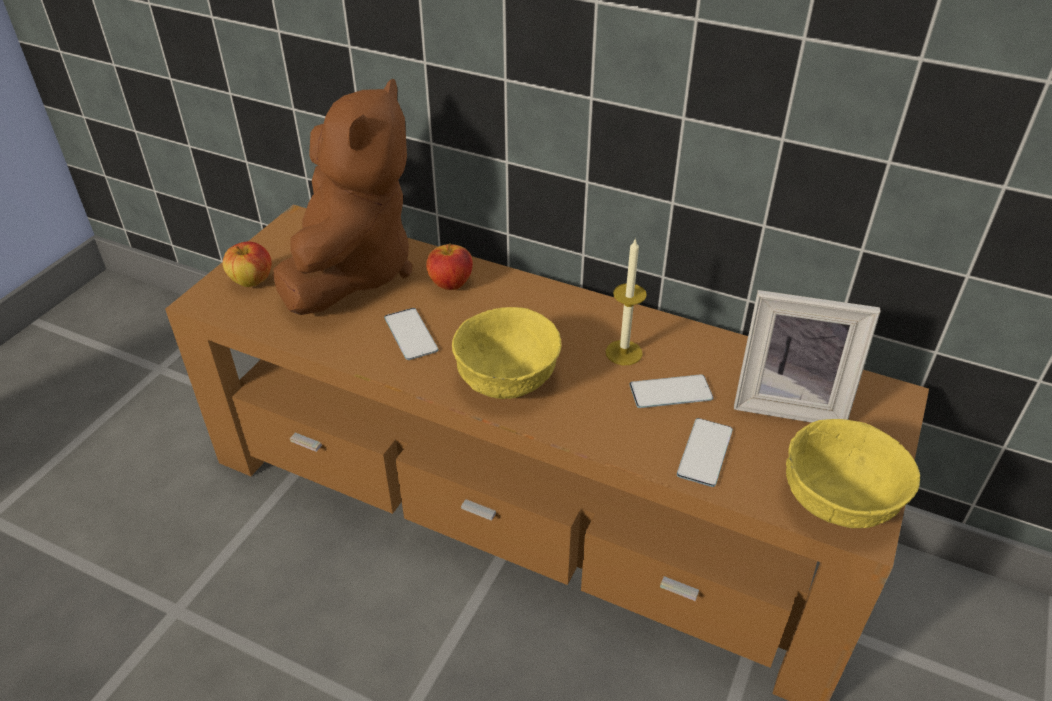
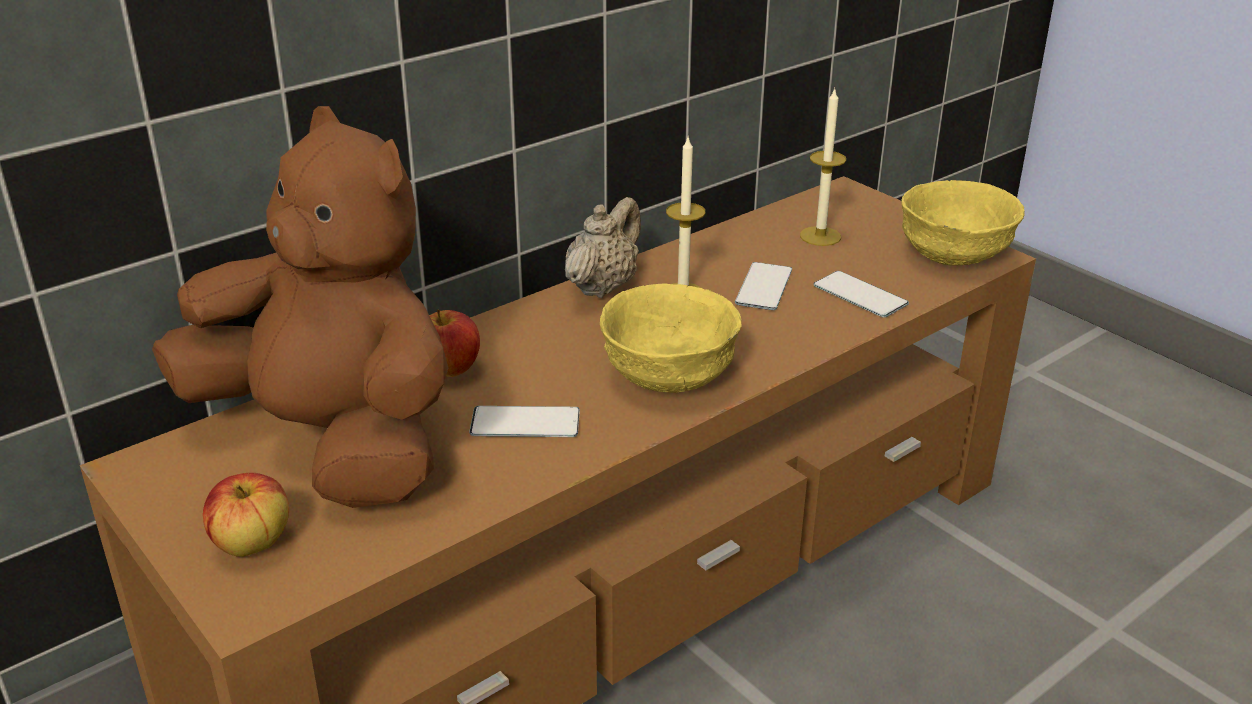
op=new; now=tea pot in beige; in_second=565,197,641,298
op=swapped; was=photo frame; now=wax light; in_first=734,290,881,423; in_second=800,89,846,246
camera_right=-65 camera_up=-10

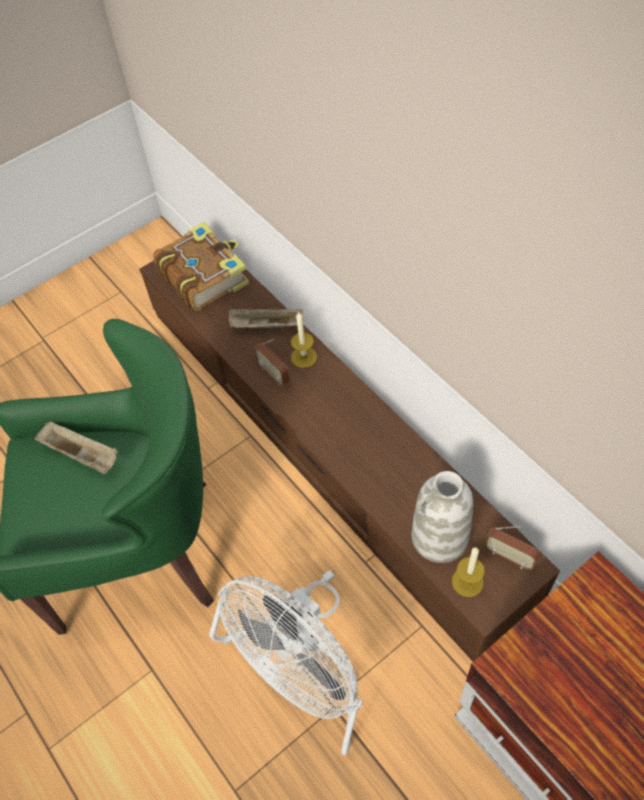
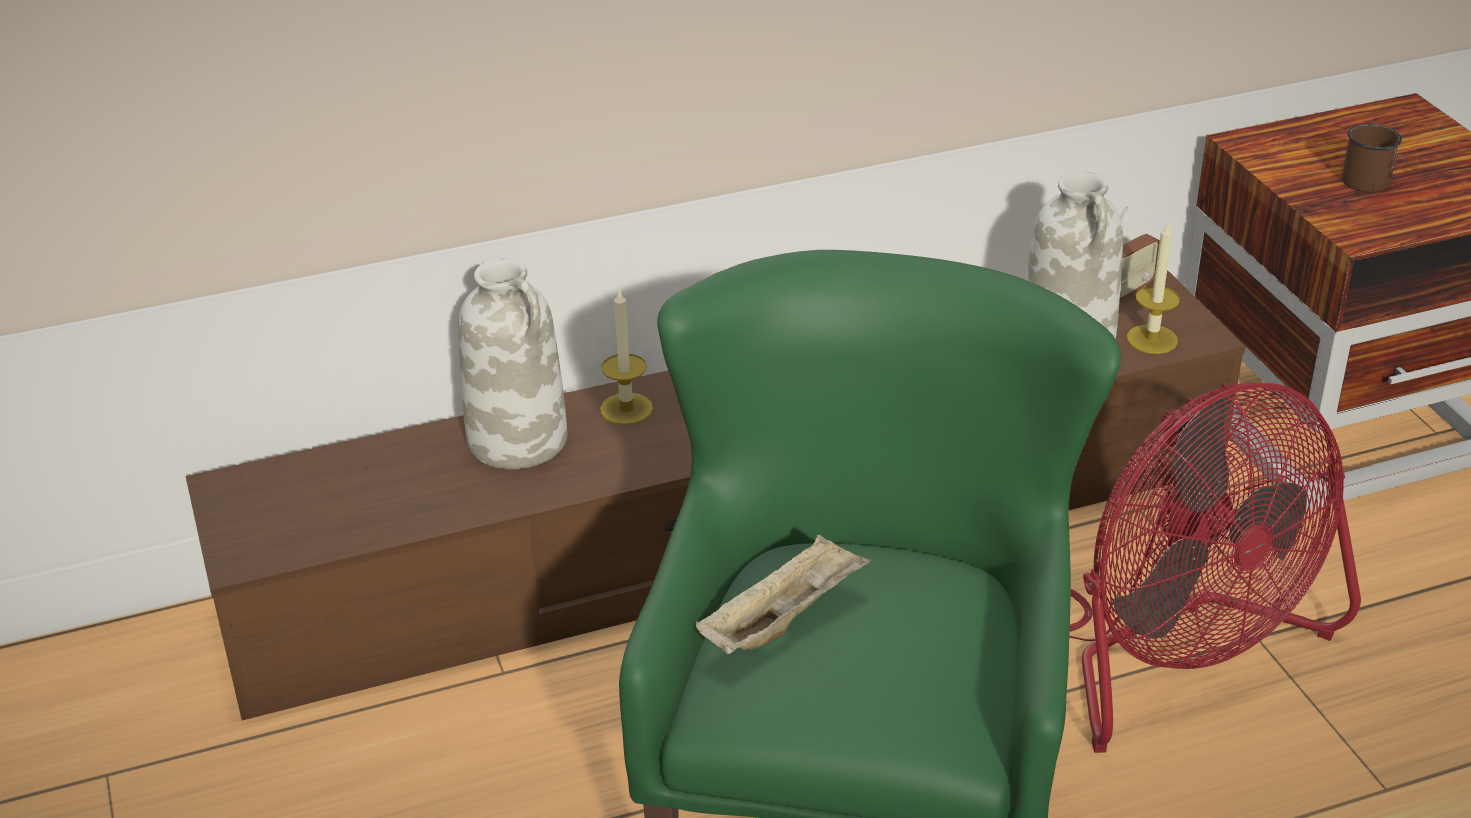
op=swapped; was=tray in beige; now=decorative vase in whitish; in_first=229,308,303,330; in_second=458,258,568,469
op=repainted; was=electric fan in whitish; now=electric fan in red-coloured; in_first=209,570,363,755; in_second=1069,383,1361,753
op=new; now=coffee mug in brownish; in_second=1342,124,1402,192
op=gone; was=book; in_first=153,222,249,311
op=gone; was=radio; in_first=254,339,290,386
camera_right=-75 camera_up=-20

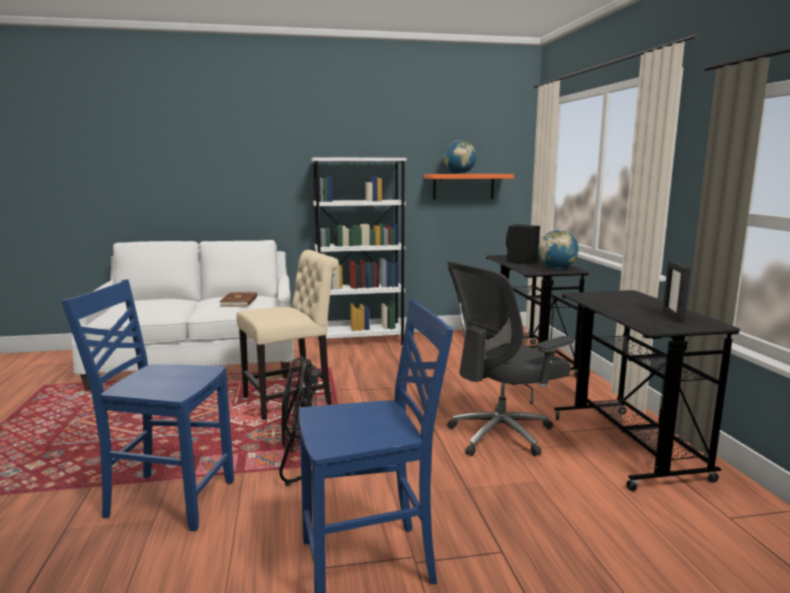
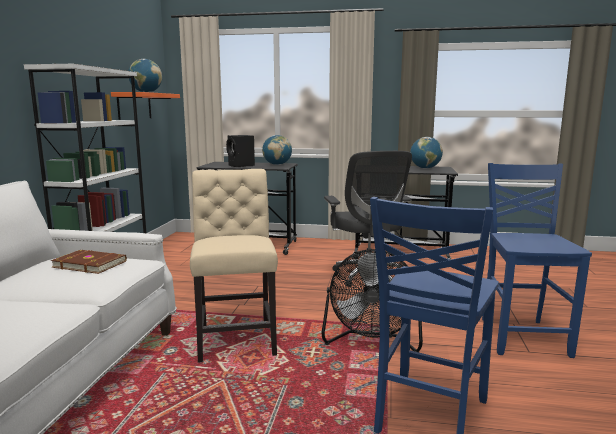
op=swapped; was=photo frame; now=desk globe; in_first=662,261,690,323; in_second=410,137,443,169
camera_right=-70 camera_up=0

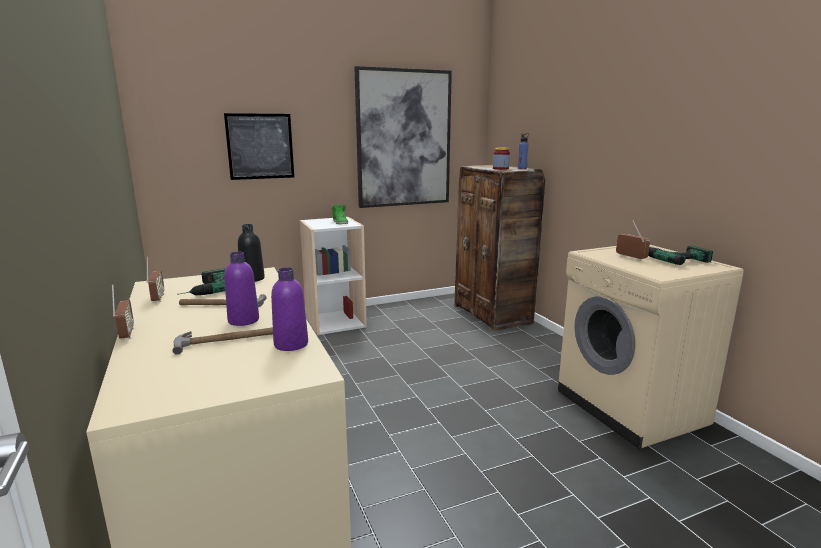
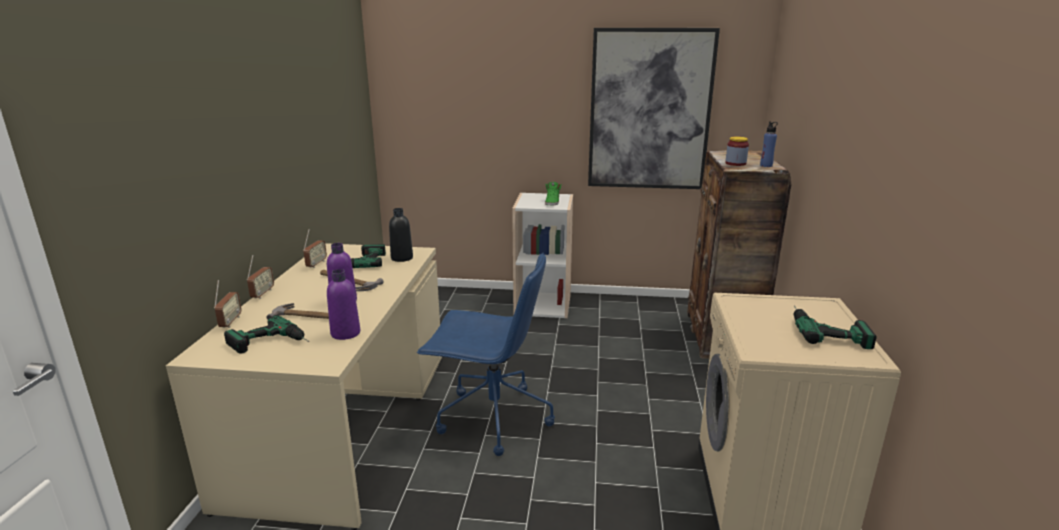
op=shifted; was=radio; in_first=616,220,650,261; in_second=214,280,241,328
op=new; now=power drill; in_second=224,315,309,354
op=new; now=office chair in bluish; in_second=417,252,555,456
op=gone; was=picture; in_first=224,113,294,180
camera_right=30 camera_up=5

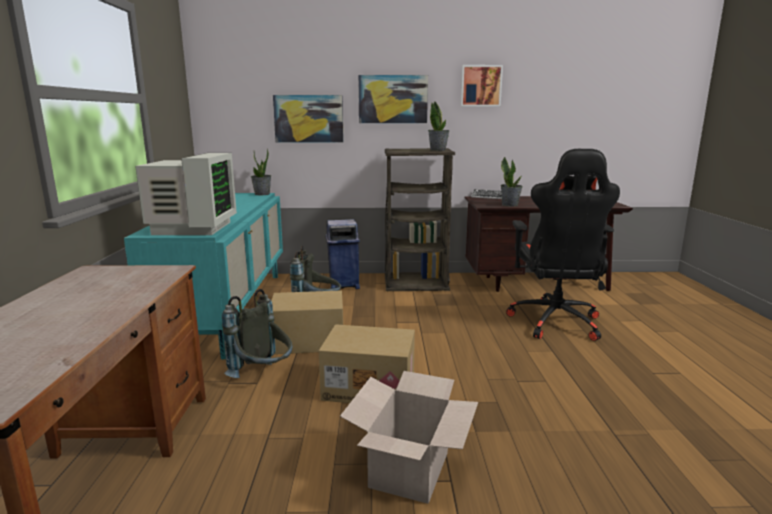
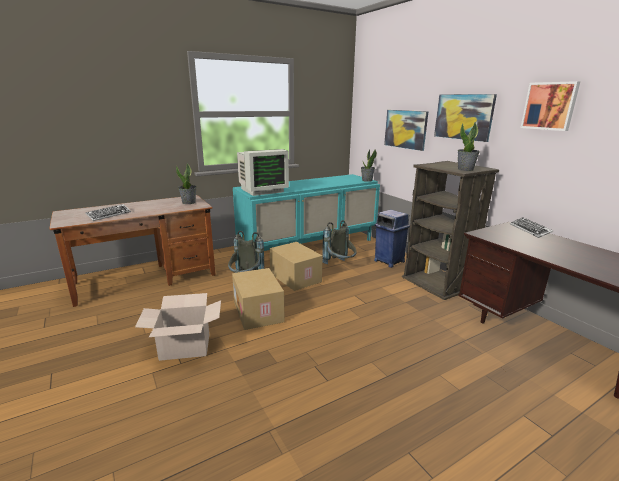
op=new; now=keyboard; in_second=85,204,131,221
op=shifted; was=houseplant; in_first=501,157,523,206; in_second=176,162,197,204
op=gone; was=office chair in black-coloured; in_first=506,149,620,341
camera_right=60 camera_up=5

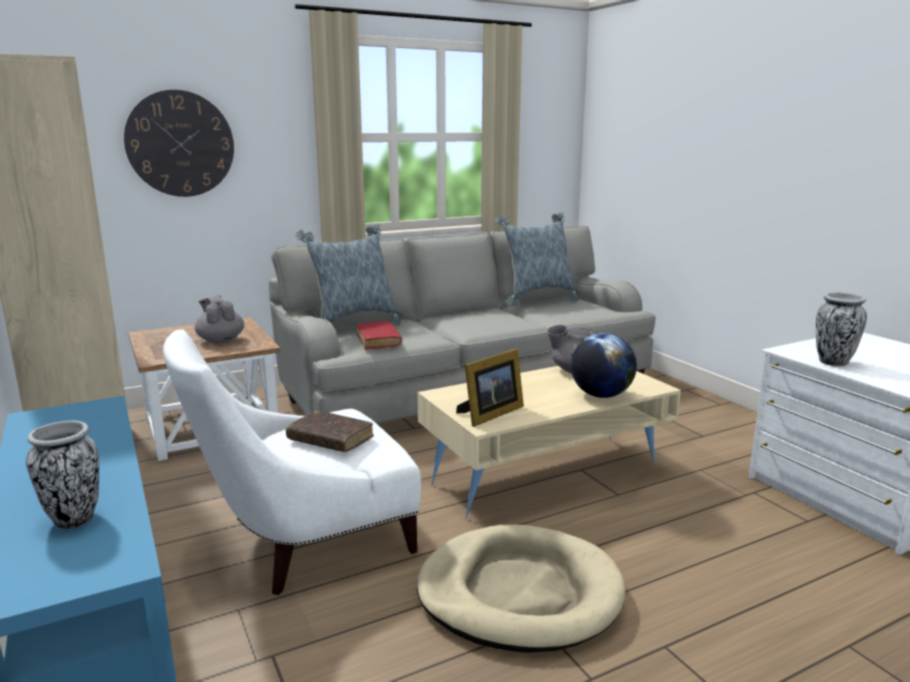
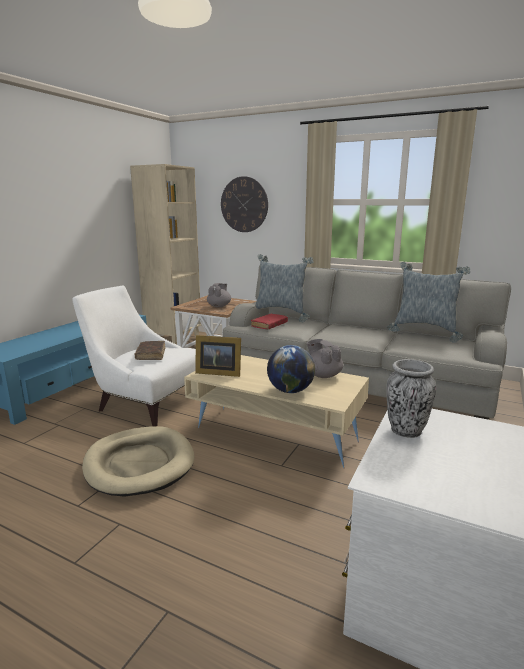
op=gone; was=decorative vase; in_first=26,421,99,529
camera_right=55 camera_up=0

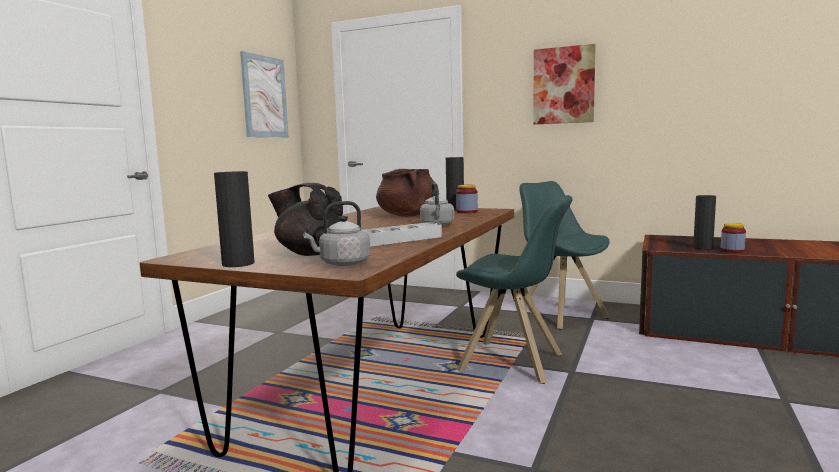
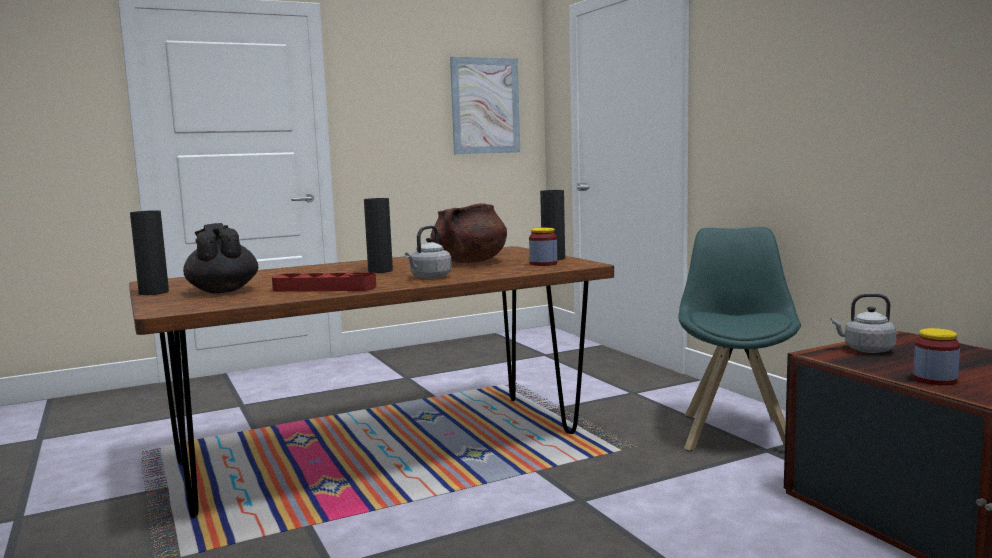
op=repainted; was=tray in greyish; now=tray in red-coloured; in_first=361,222,442,247; in_second=272,273,376,292
op=shifted; was=decorative vase in black-coloured; in_first=693,195,716,250; in_second=364,198,393,273
op=shifted; was=water kettle in greyish; in_first=303,201,370,266; in_second=830,293,897,353
op=gone; was=plain chair in turquoise; in_first=456,195,572,384
op=gone; was=picture; in_first=533,44,596,125
camera_right=40 camera_up=0

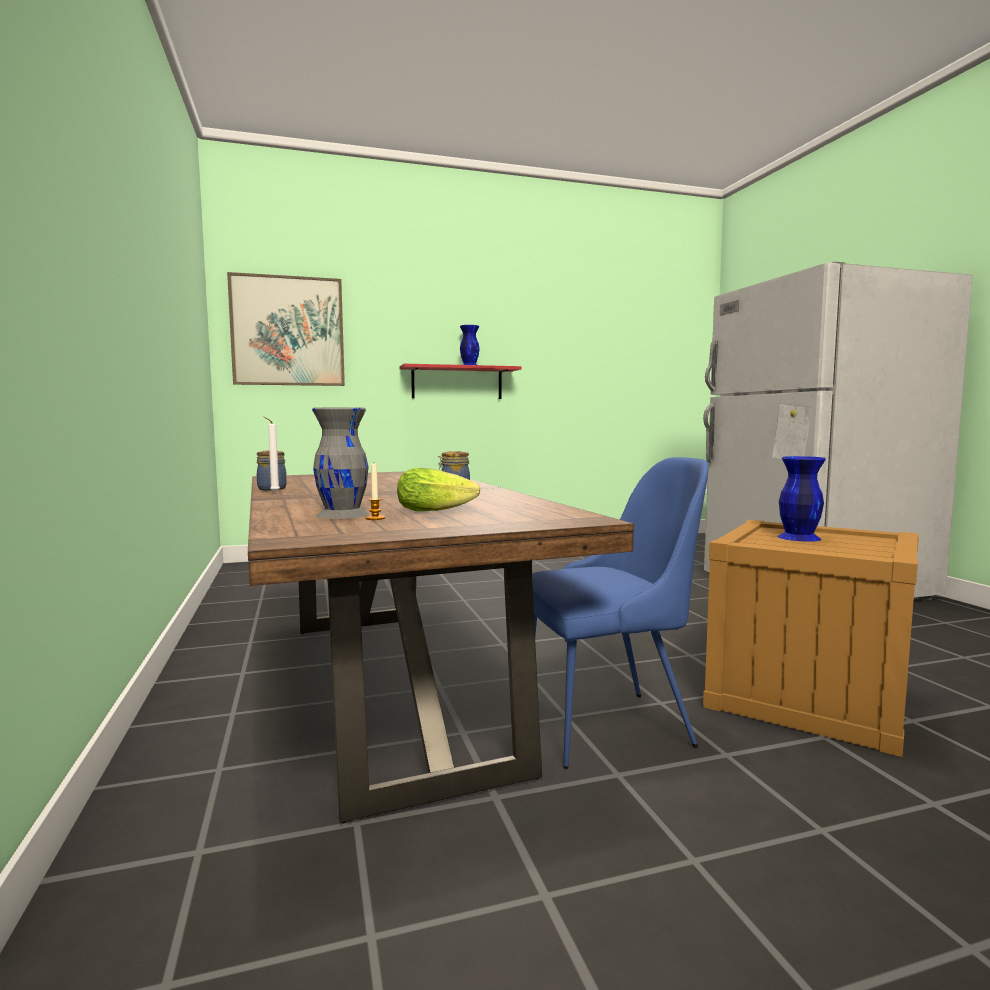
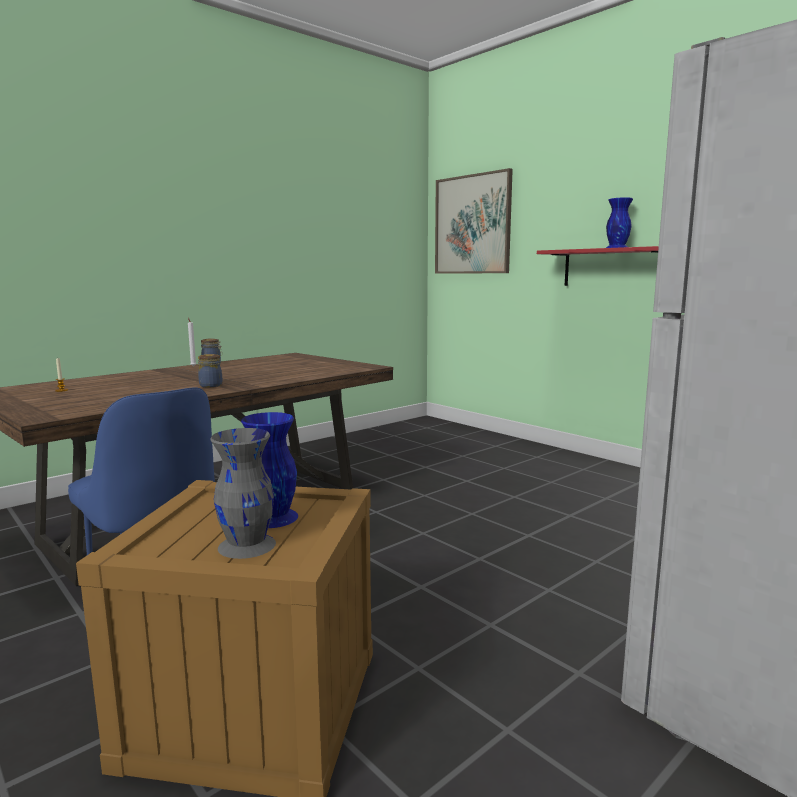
op=shifted; was=decorative vase in greyish; in_first=312,407,369,519; in_second=210,428,276,559
op=gone; was=head of lettuce; in_first=397,468,480,511
camera_right=65 camera_up=5

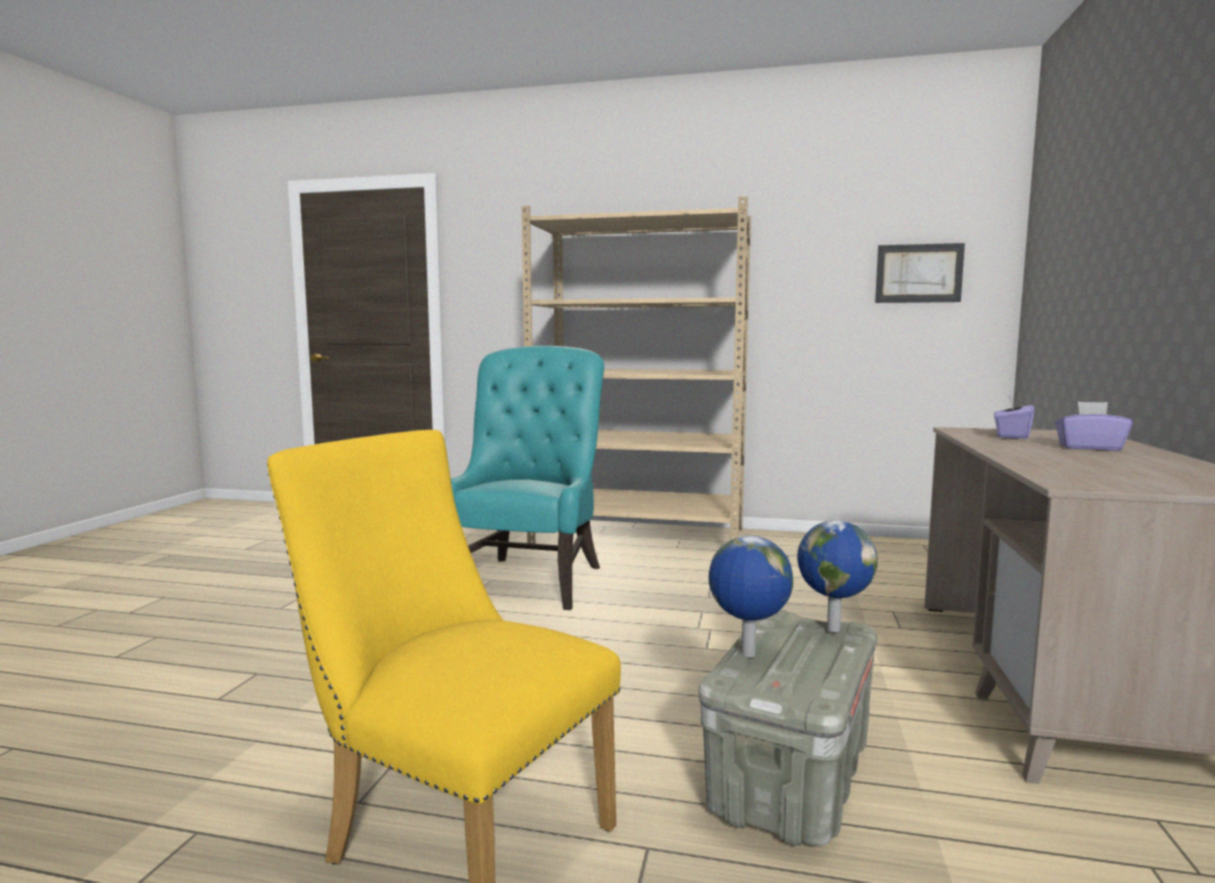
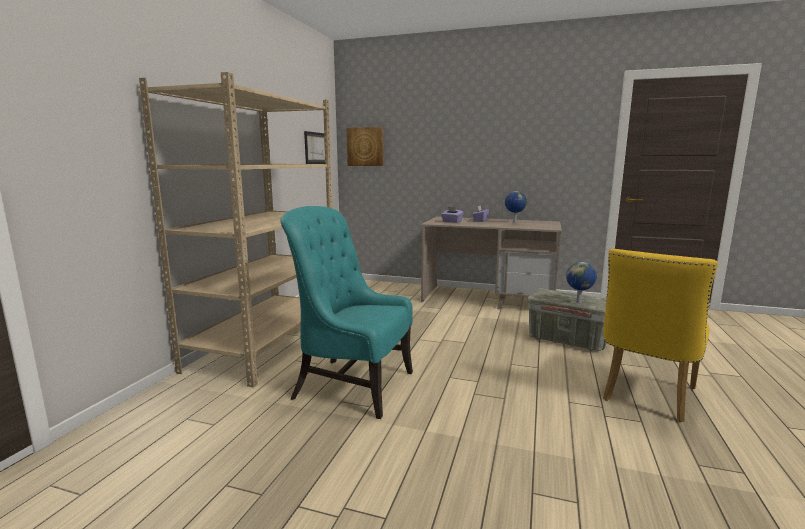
op=new; now=picture; in_second=347,127,383,166
op=shifted; was=desk globe; in_first=797,520,878,632; in_second=505,191,527,223
camera_right=-85 camera_up=5

